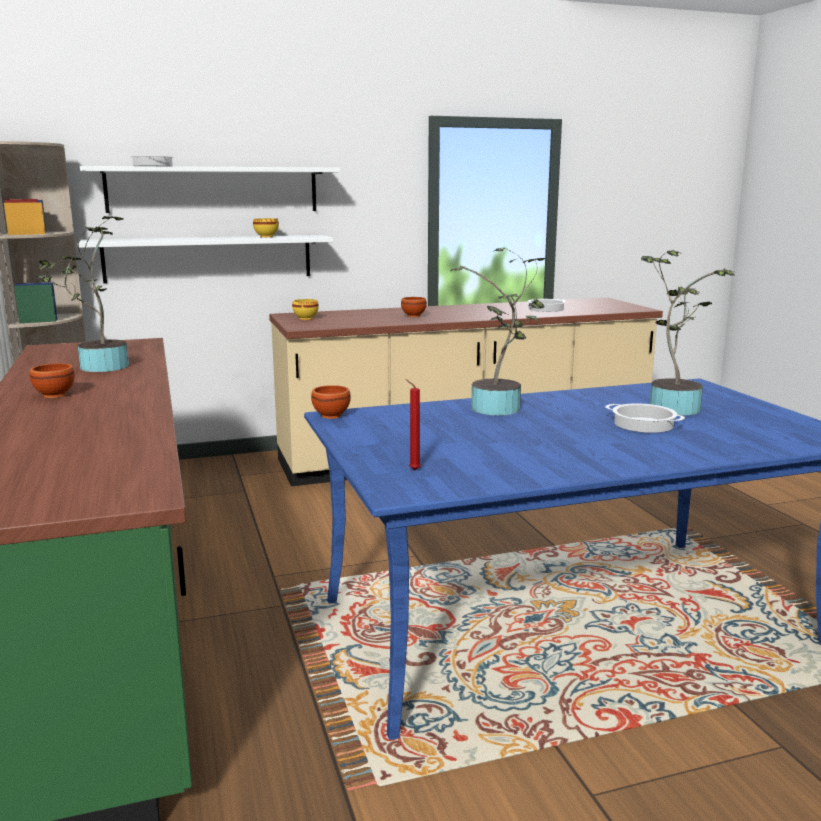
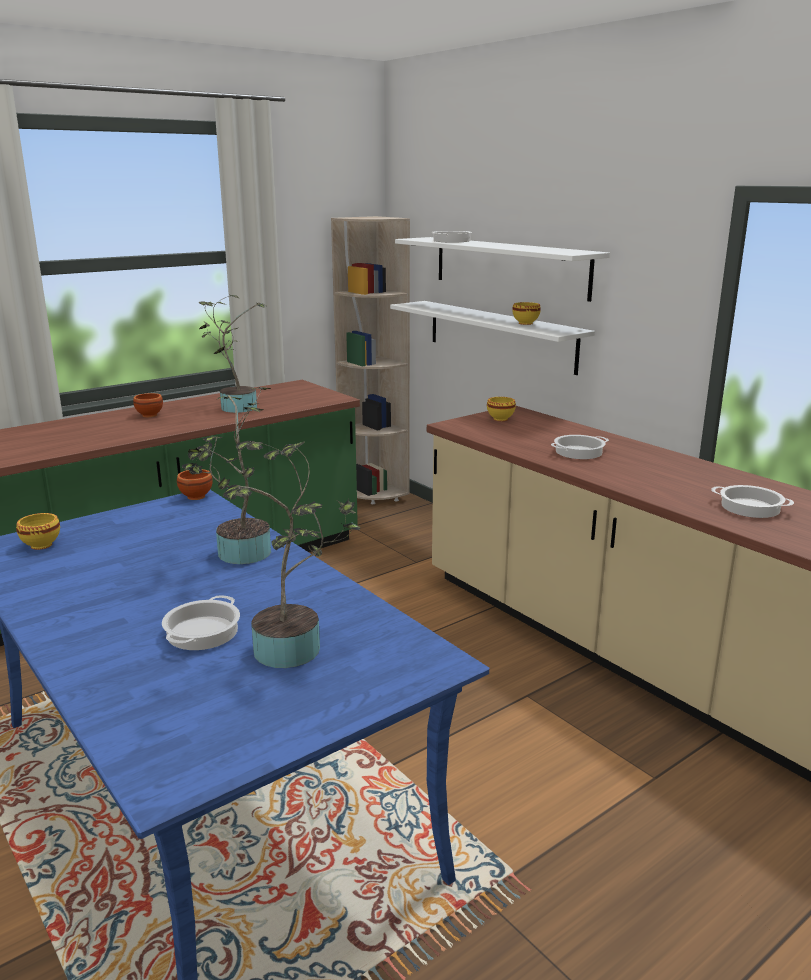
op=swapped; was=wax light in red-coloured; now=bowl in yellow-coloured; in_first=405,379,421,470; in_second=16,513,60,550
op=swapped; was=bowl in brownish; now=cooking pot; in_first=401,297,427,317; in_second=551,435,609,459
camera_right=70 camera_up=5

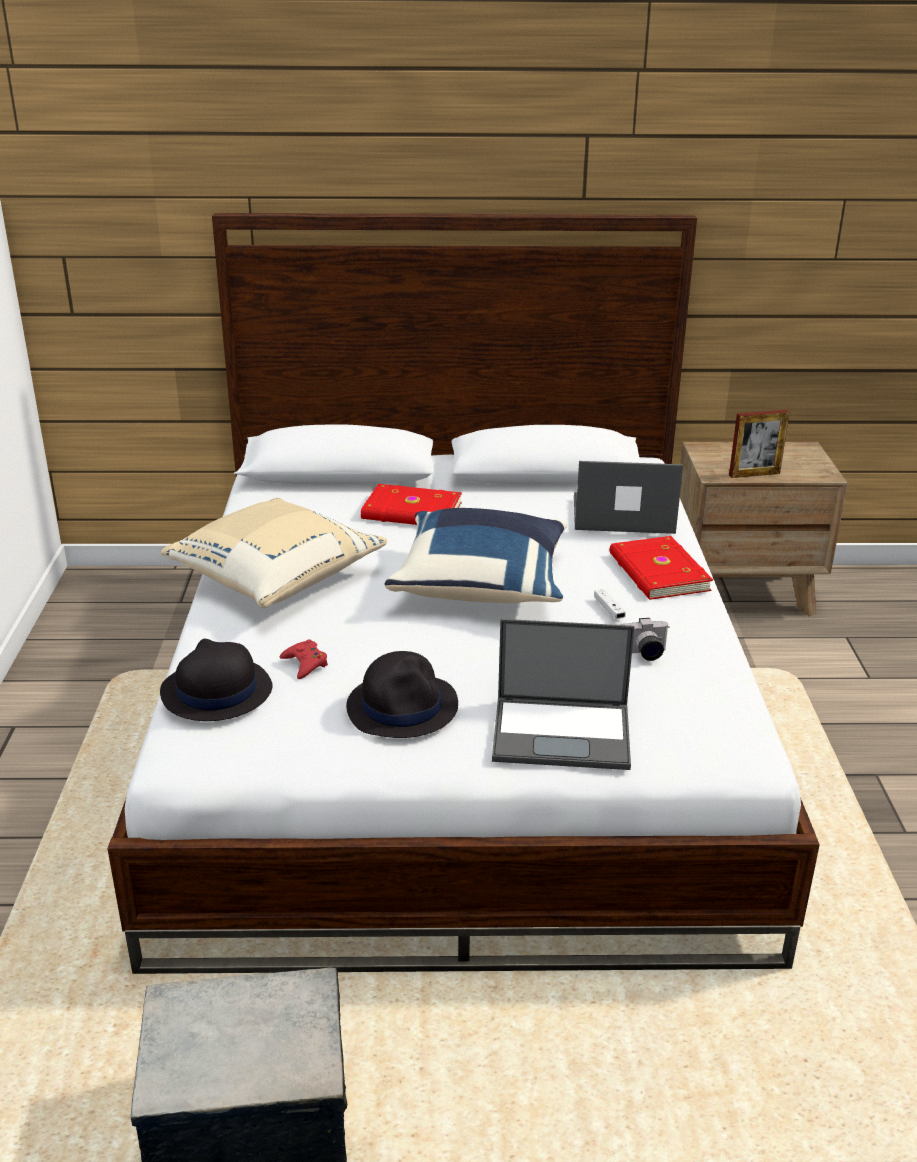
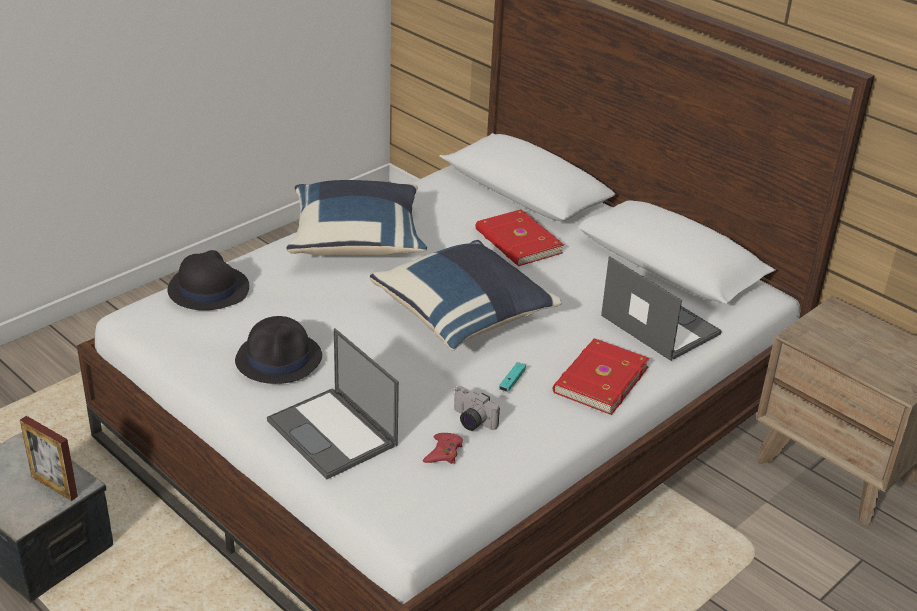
op=shifted; was=photo frame; in_first=729,410,789,478; in_second=20,416,78,501
op=repainted; was=pillow in beige; now=pillow in bluish; in_first=161,497,387,609; in_second=286,180,427,256
op=shifted; was=joypad in red-coloured; in_first=280,639,328,679; in_second=423,433,463,464
op=repainted; was=joypad in whitish; now=joypad in turquoise; in_first=594,589,626,619; in_second=499,362,526,392
camera_right=45 camera_up=5

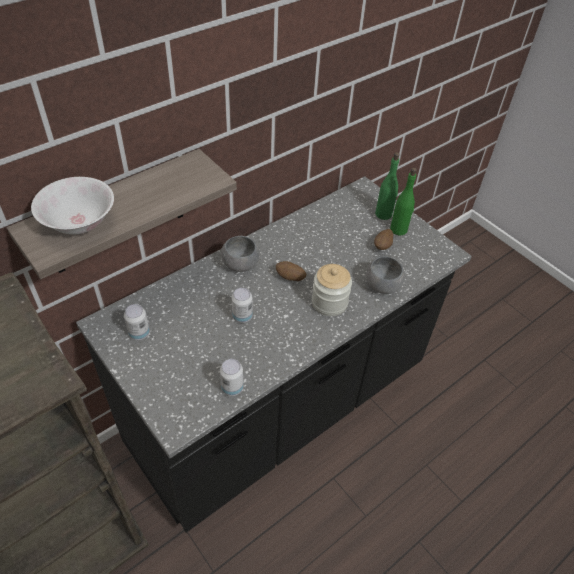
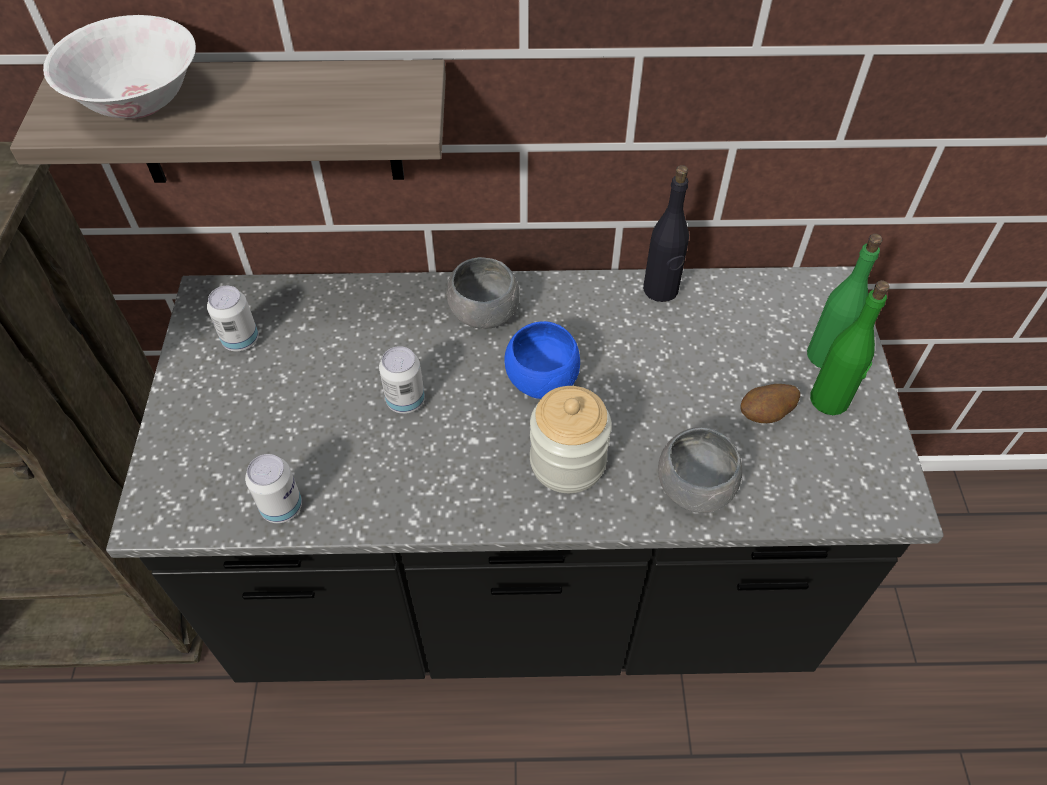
op=swapped; was=spud; now=bowl in bluish; in_first=276,261,306,281; in_second=504,321,580,399
op=new; now=bottle in black-coloured; in_second=643,165,689,302
camera_right=40 camera_up=5

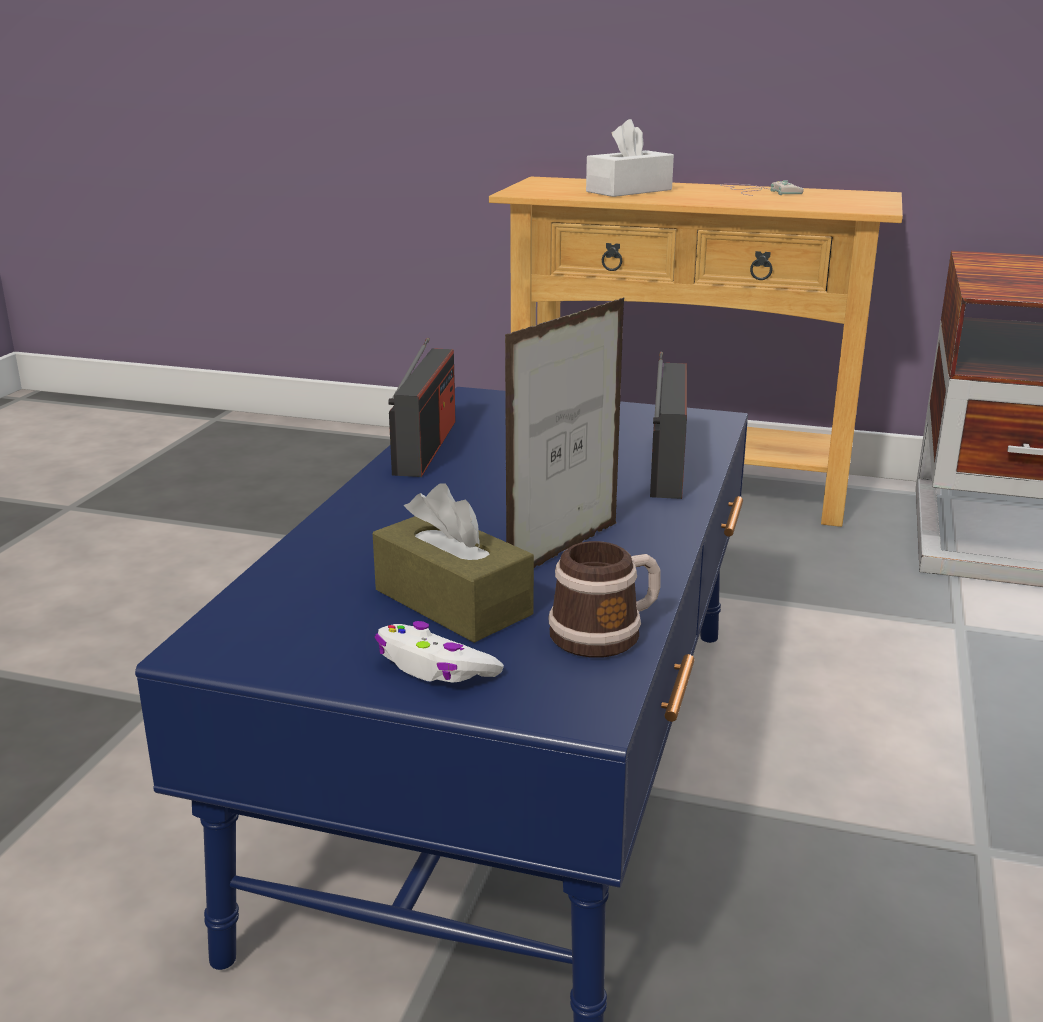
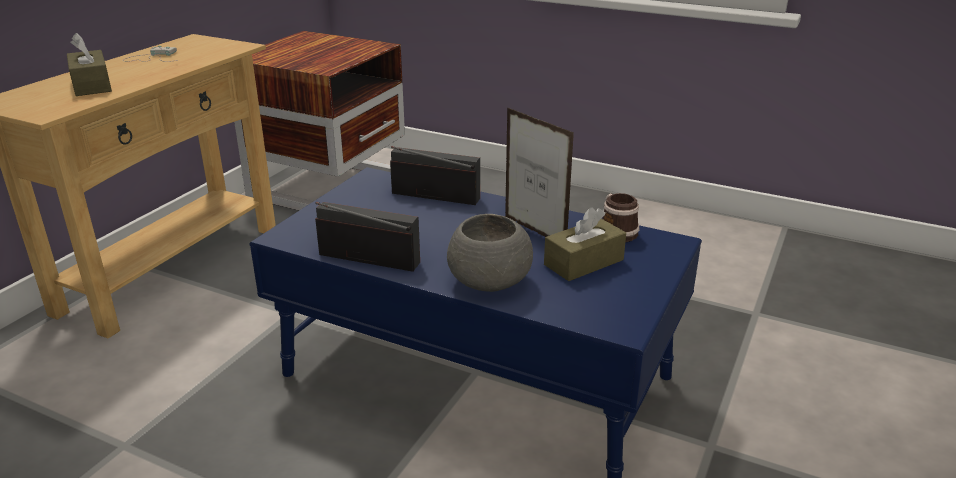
op=repainted; was=tissue box in whitish; now=tissue box in brownish; in_first=586,119,674,197; in_second=67,33,112,96
op=new; now=bowl in greyish; in_second=447,214,533,292
op=gone; was=joypad in whitish; in_first=375,621,504,683
camera_right=-80 camera_up=5

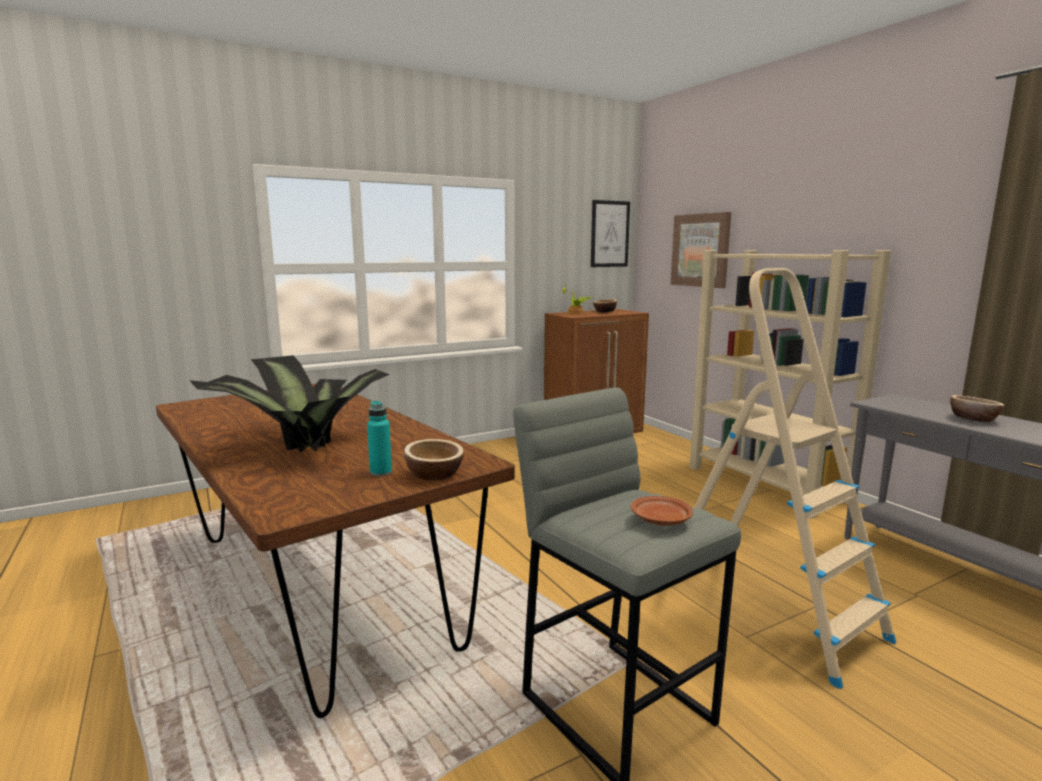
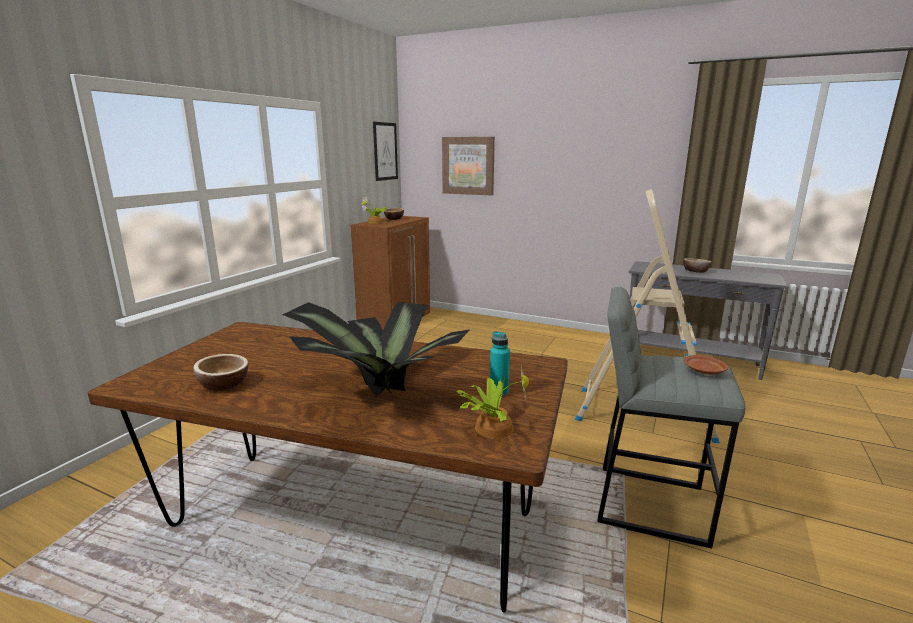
op=shifted; was=bowl; in_first=404,439,464,480; in_second=193,354,248,390
op=new; now=houseplant; in_second=456,368,529,439
op=gone; was=shelving unit in beige; in_first=690,250,891,519
camera_right=-35 camera_up=5

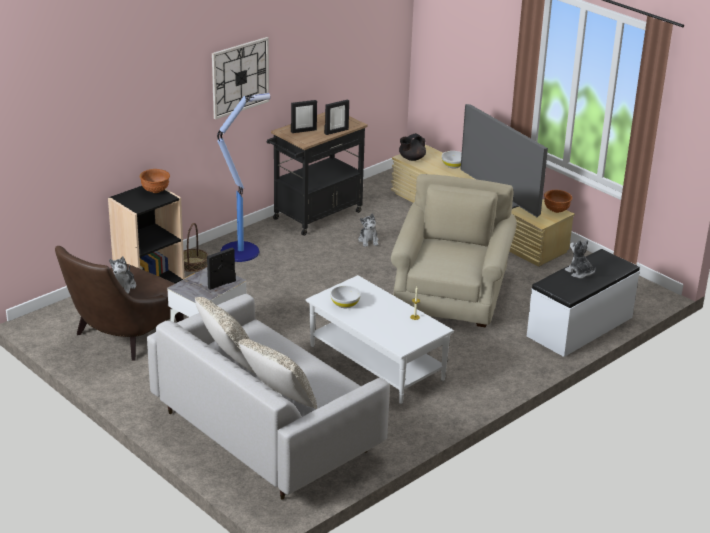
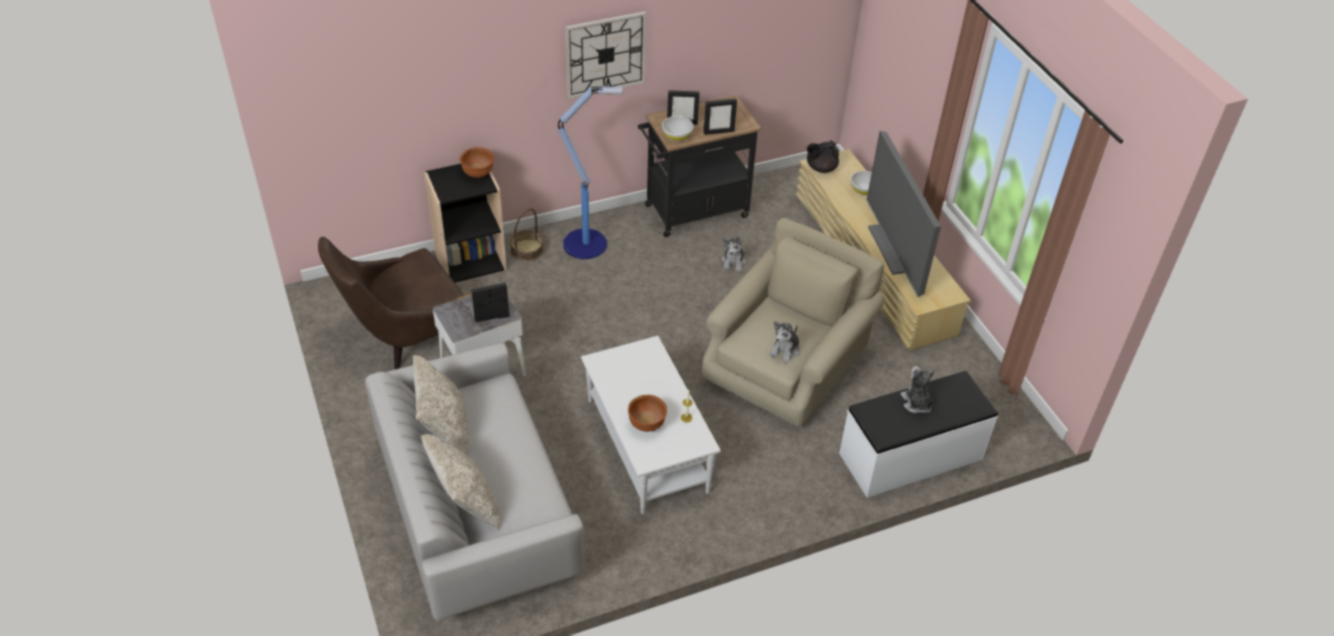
op=shifted; was=bowl in brownish; in_first=544,190,572,213; in_second=628,395,667,432
op=shifted; was=bowl in whitish; in_first=330,285,361,308; in_second=662,116,693,141
op=shifted; was=cuddly toy; in_first=109,256,136,294; in_second=770,321,800,363
camera_right=20 camera_up=15

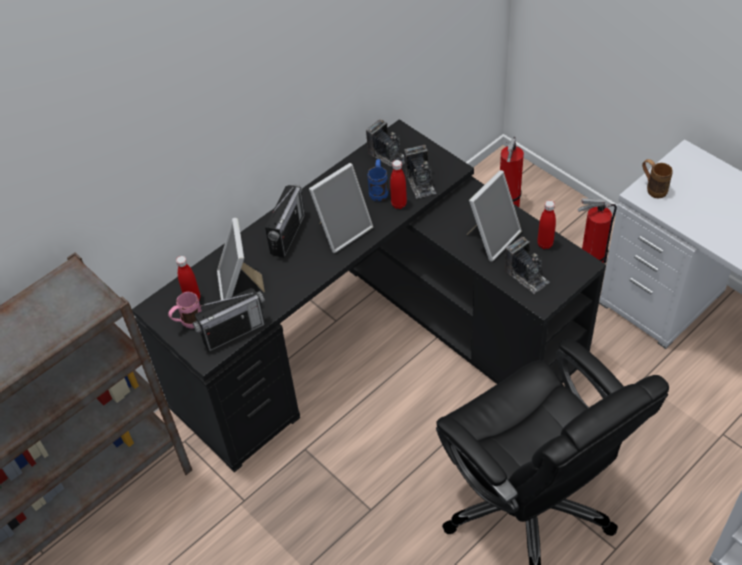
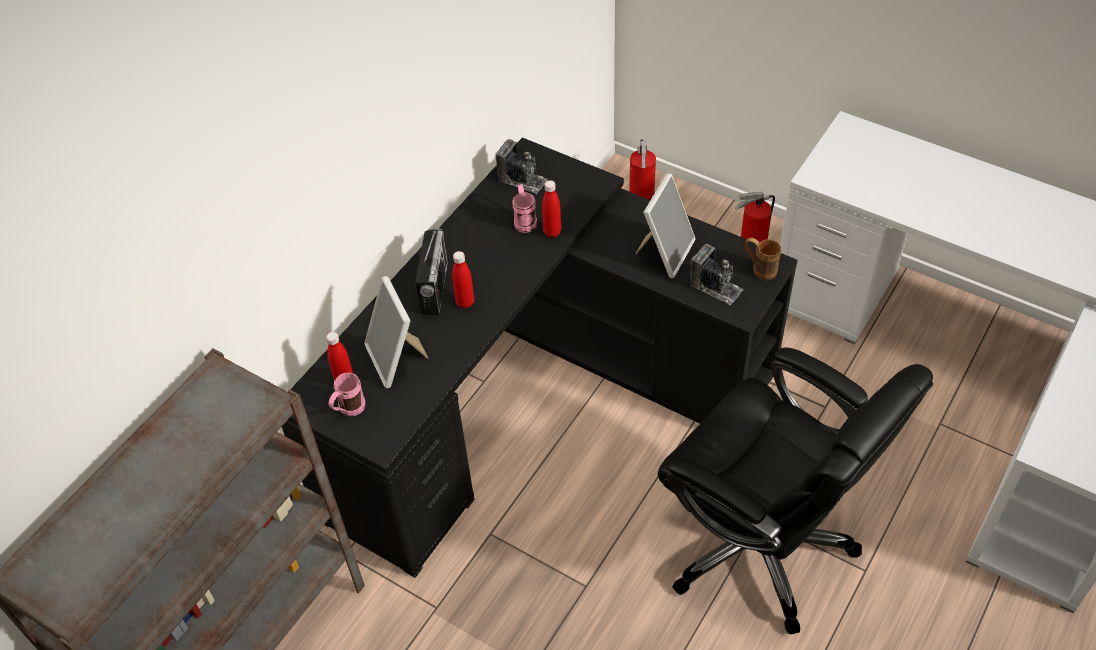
op=shifted; was=bottle in red-coloured; in_first=537,200,556,249; in_second=452,251,474,308
op=repainted; was=coffee mug in bluish; now=coffee mug in pink-coloured; in_first=368,159,388,201; in_second=513,184,537,233
op=shifted; was=coffee mug in brownish; in_first=642,159,673,199; in_second=744,238,781,281
op=gone; was=radio; in_first=193,288,266,352
op=gone; was=photo frame; in_first=309,163,373,253
op=gone; was=still camera; in_first=404,145,437,199
camera_right=-15 camera_up=0

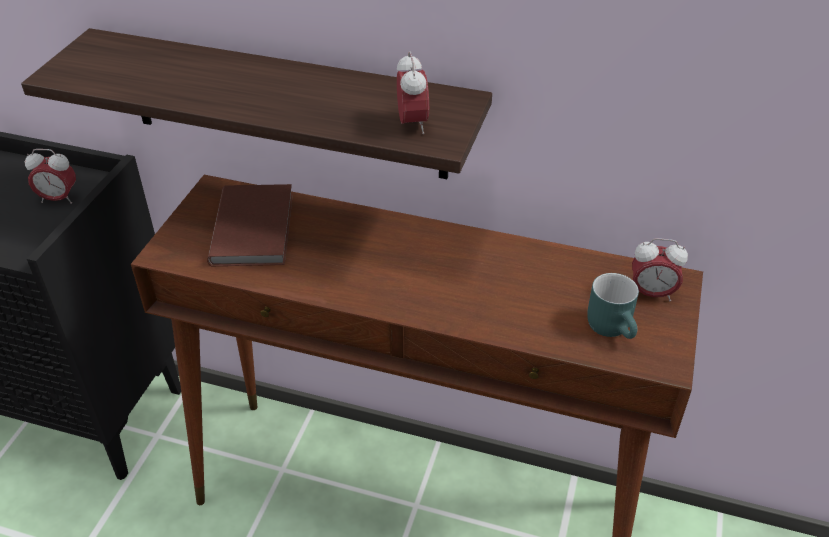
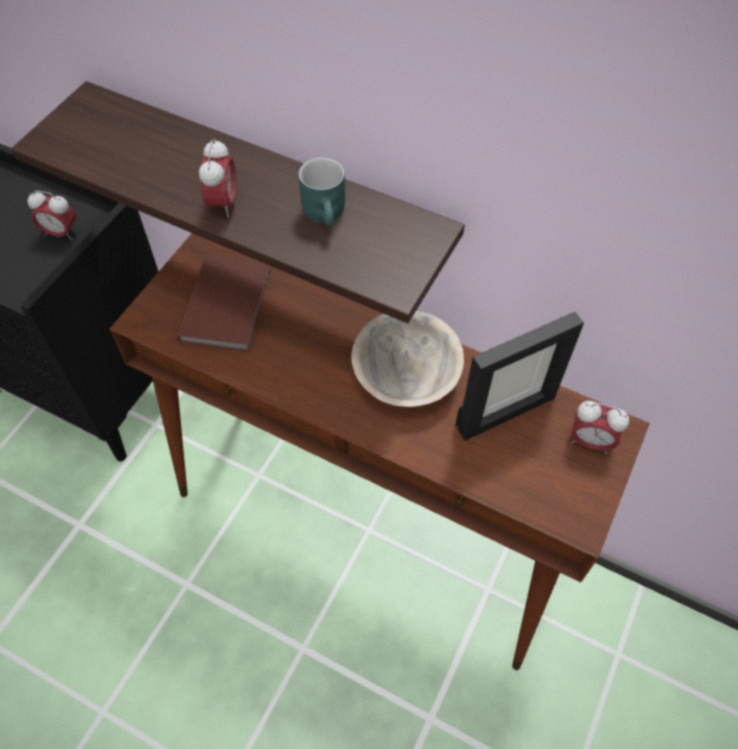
op=shifted; was=alarm clock; in_first=397,51,429,134; in_second=199,138,236,217
op=shifted; was=coffee mug in turquoise; in_first=587,273,639,339; in_second=299,157,345,227
op=new; now=bowl in beige; in_second=351,311,464,407
op=new; now=photo frame; in_second=455,312,584,441
camera_right=10 camera_up=15

